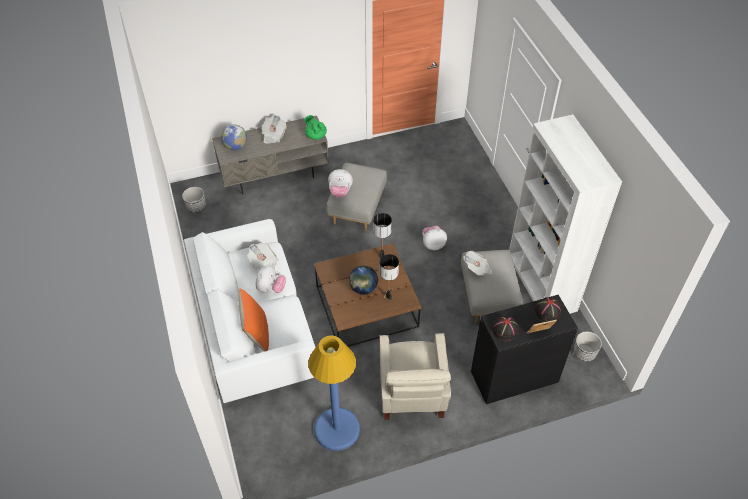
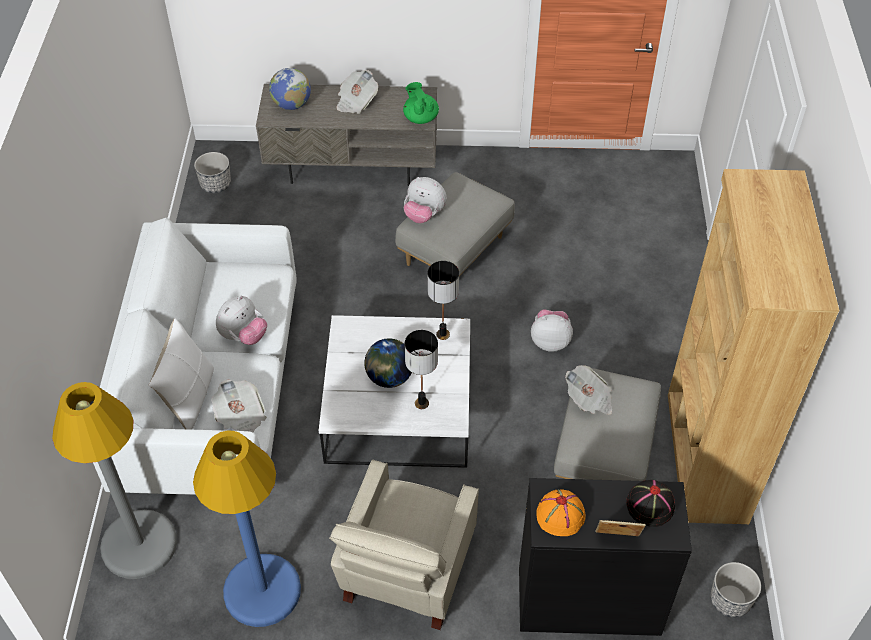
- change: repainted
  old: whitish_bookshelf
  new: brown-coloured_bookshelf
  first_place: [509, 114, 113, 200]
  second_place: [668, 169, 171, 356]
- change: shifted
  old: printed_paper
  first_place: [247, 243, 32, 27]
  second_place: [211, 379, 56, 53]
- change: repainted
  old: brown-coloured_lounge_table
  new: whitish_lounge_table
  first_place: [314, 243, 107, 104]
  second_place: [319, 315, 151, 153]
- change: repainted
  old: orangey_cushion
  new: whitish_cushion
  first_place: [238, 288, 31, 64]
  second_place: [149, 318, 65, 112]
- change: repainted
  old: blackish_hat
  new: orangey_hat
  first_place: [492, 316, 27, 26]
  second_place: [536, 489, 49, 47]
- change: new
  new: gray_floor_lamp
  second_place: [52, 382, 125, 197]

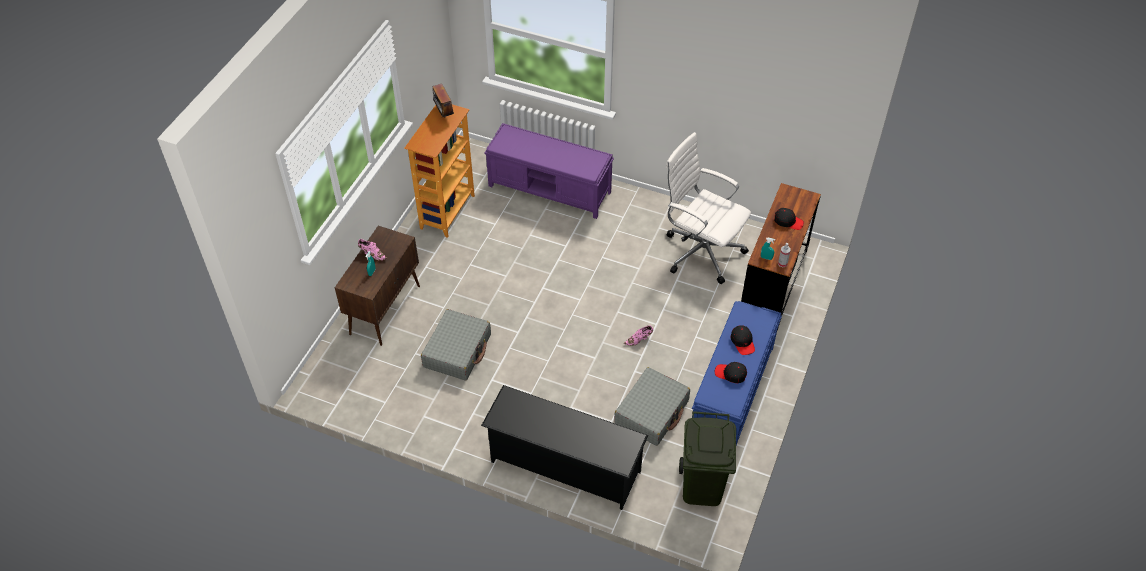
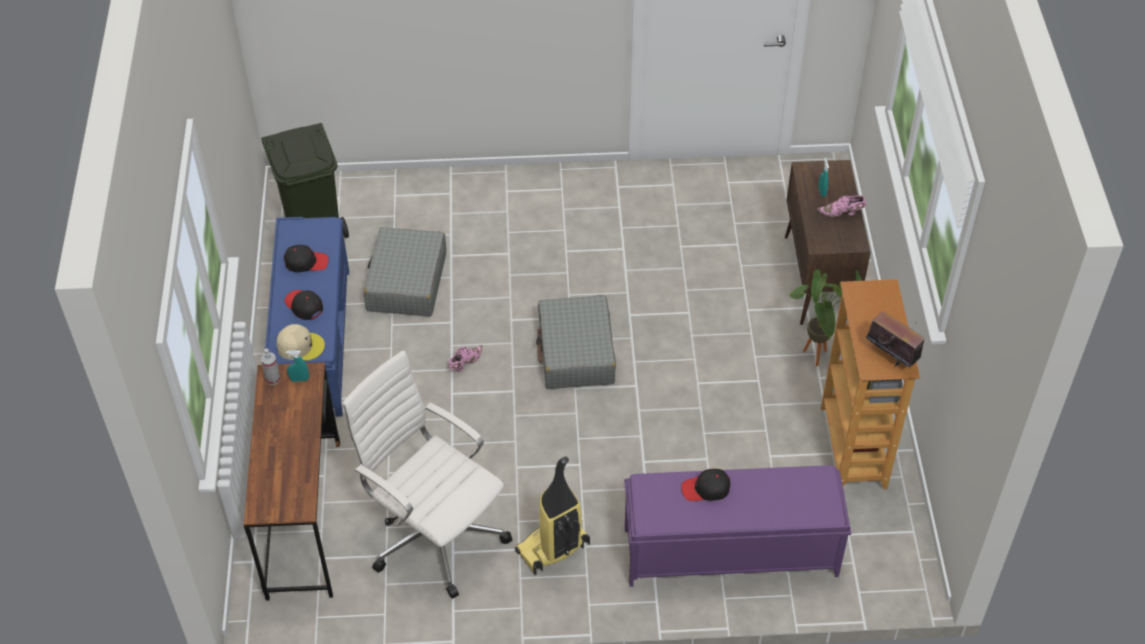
- change: rotated
  old: whitish_office_chair
  first_place: [666, 132, 85, 152]
  second_place: [342, 350, 170, 249]
  degrees: -150
- change: shifted
  old: blackish_baseball_cap
  first_place: [774, 208, 30, 22]
  second_place: [681, 469, 50, 32]
- change: shifted
  old: gray_suitcase
  first_place: [421, 309, 70, 72]
  second_place: [536, 295, 80, 94]
- change: gone
  old: blackish_shoe_stand
  first_place: [481, 385, 167, 125]
- change: new
  new: houseplant
  second_place: [789, 269, 73, 97]
- change: new
  new: beige_baseball_cap
  second_place: [277, 324, 48, 37]
- change: new
  new: vacuum_cleaner
  second_place: [515, 457, 75, 118]

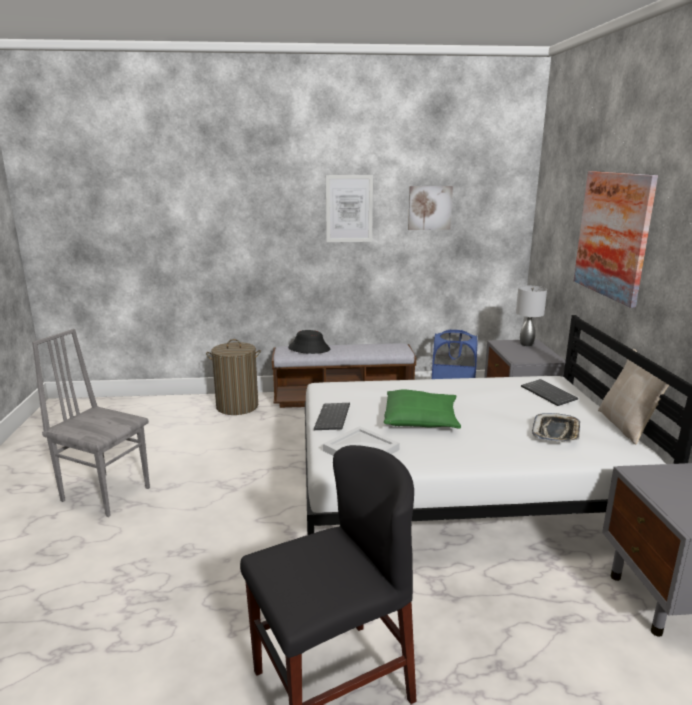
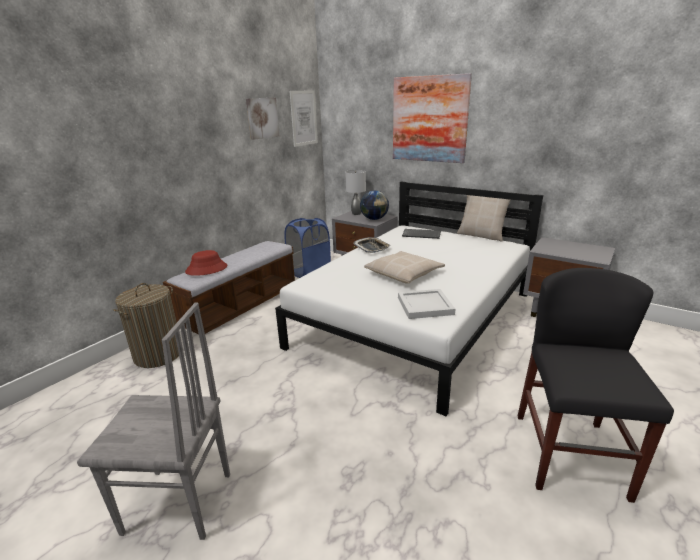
- change: shifted
  old: wall_picture
  first_place: [326, 175, 47, 67]
  second_place: [290, 90, 28, 57]
- change: rotated
  old: gray_upright_chair
  first_place: [32, 329, 118, 188]
  second_place: [77, 302, 153, 238]
  degrees: -150
- change: repainted
  old: blackish_hat
  new: red-coloured_hat
  first_place: [288, 330, 42, 24]
  second_place: [185, 250, 42, 26]
- change: repainted
  old: greenish_cushion
  new: beige_cushion
  first_place: [384, 390, 77, 38]
  second_place: [364, 251, 81, 32]
- change: gone
  old: keyboard
  first_place: [314, 403, 36, 27]
- change: shifted
  old: serving_tray
  first_place: [532, 413, 48, 29]
  second_place: [354, 237, 37, 16]
- change: new
  new: globe
  second_place: [360, 190, 29, 30]

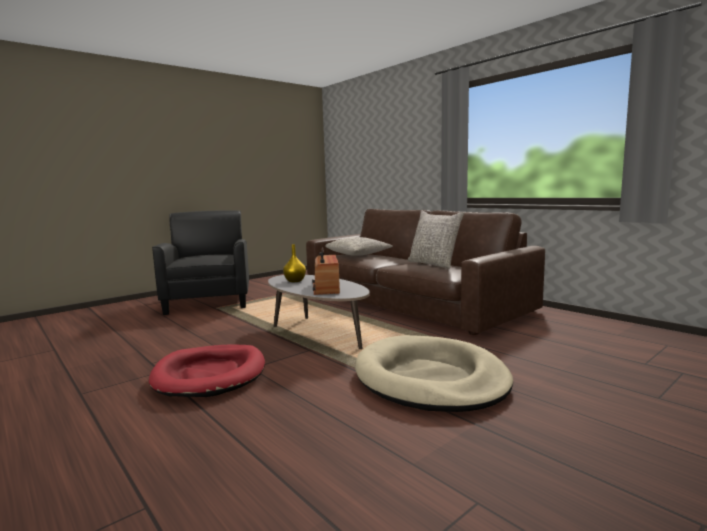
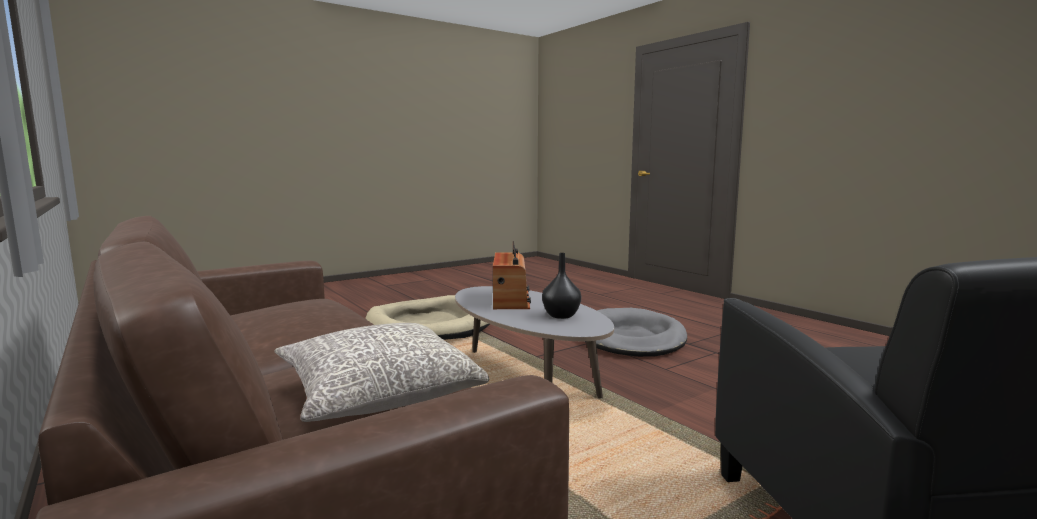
- change: gone
  old: gray_cushion
  first_place: [408, 210, 56, 59]
- change: repainted
  old: yellow-coloured_decorative_vase
  new: blackish_decorative_vase
  first_place: [283, 244, 23, 38]
  second_place: [542, 253, 39, 66]
- change: repainted
  old: red-coloured_dog_bed
  new: gray_dog_bed
  first_place: [149, 344, 116, 53]
  second_place: [585, 308, 102, 49]

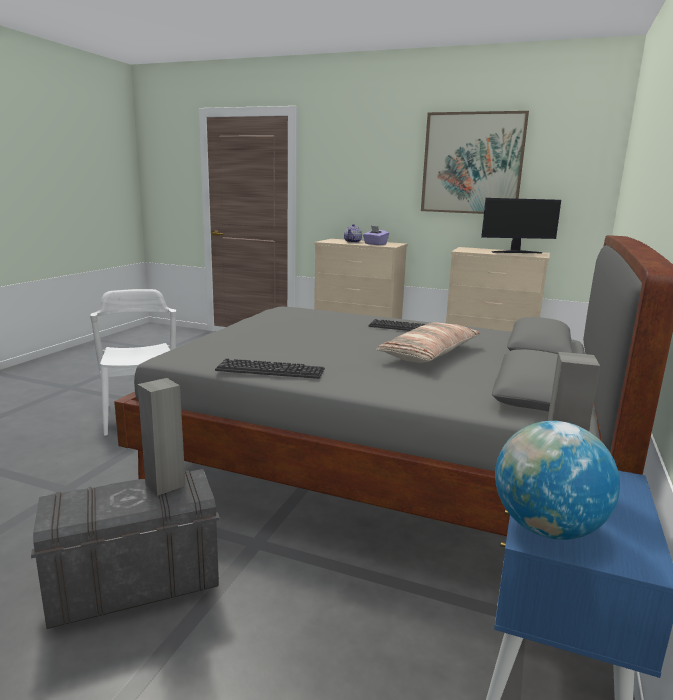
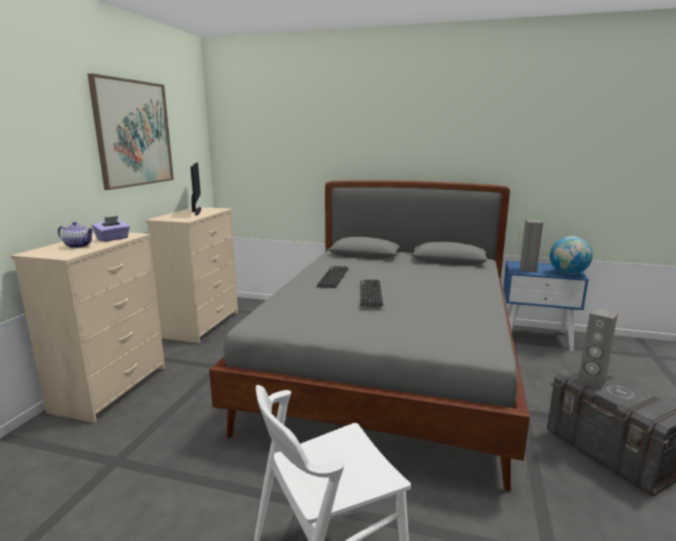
- change: gone
  old: cushion
  first_place: [376, 322, 104, 41]
- change: shifted
  old: keyboard
  first_place: [215, 358, 110, 21]
  second_place: [360, 279, 23, 28]

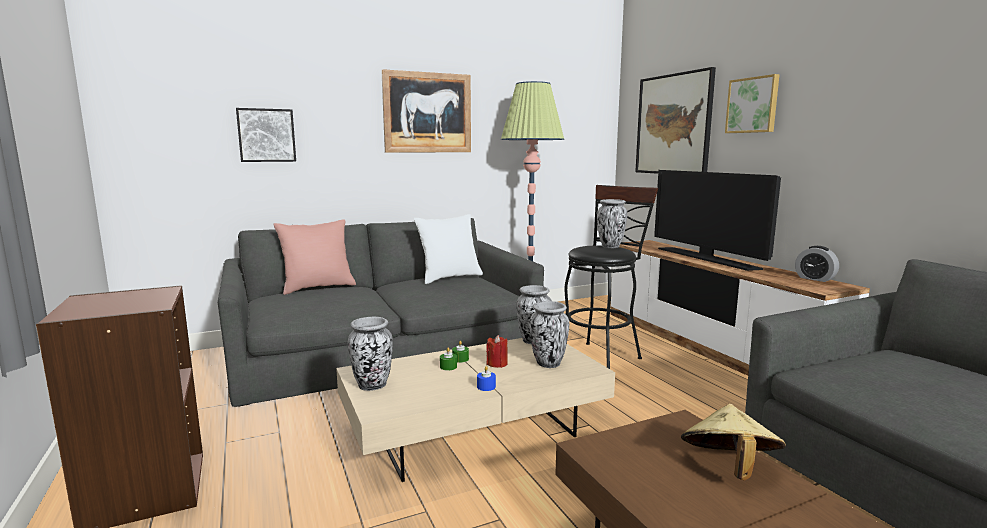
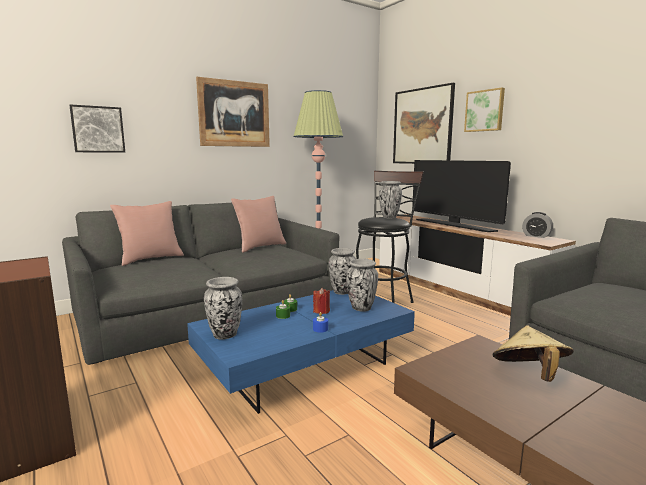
- change: repainted
  old: whitish_cushion
  new: pink_cushion
  first_place: [414, 214, 69, 70]
  second_place: [231, 196, 55, 57]
- change: repainted
  old: beige_lounge_table
  new: bluish_lounge_table
  first_place: [336, 338, 279, 144]
  second_place: [187, 290, 228, 124]

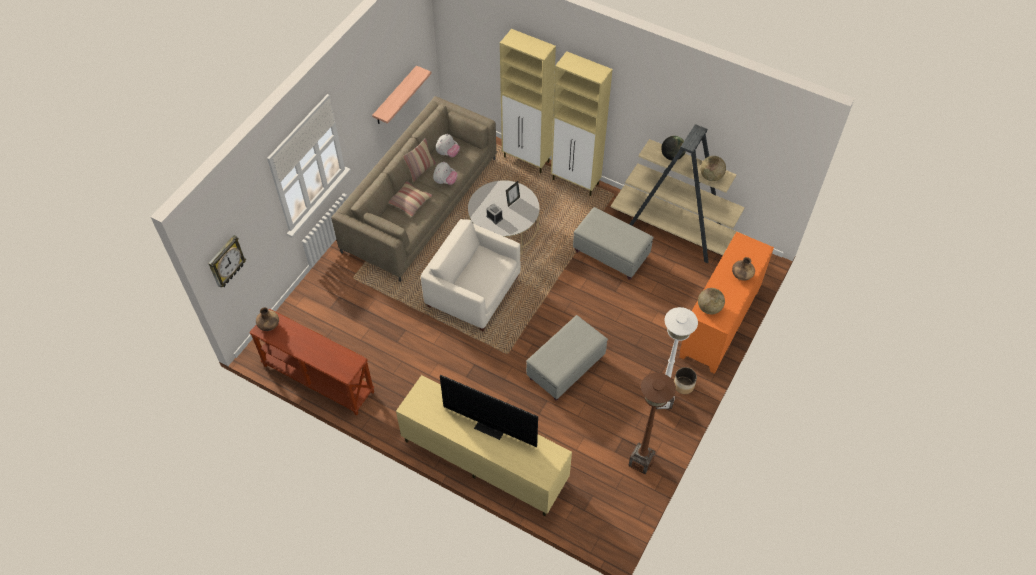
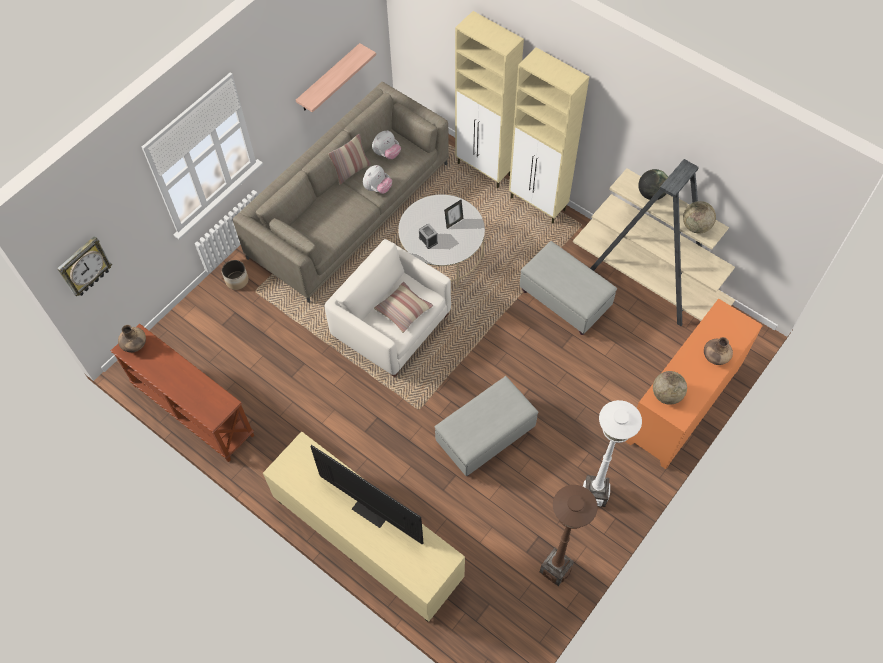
- change: shifted
  old: cushion
  first_place: [388, 181, 44, 36]
  second_place: [374, 282, 59, 51]
- change: shifted
  old: flower_pot
  first_place: [674, 367, 23, 27]
  second_place: [222, 260, 27, 30]

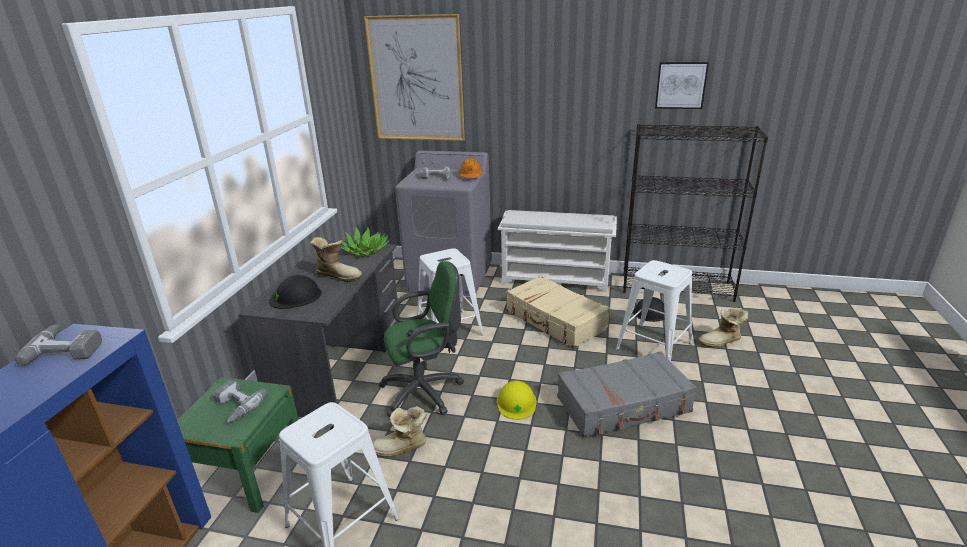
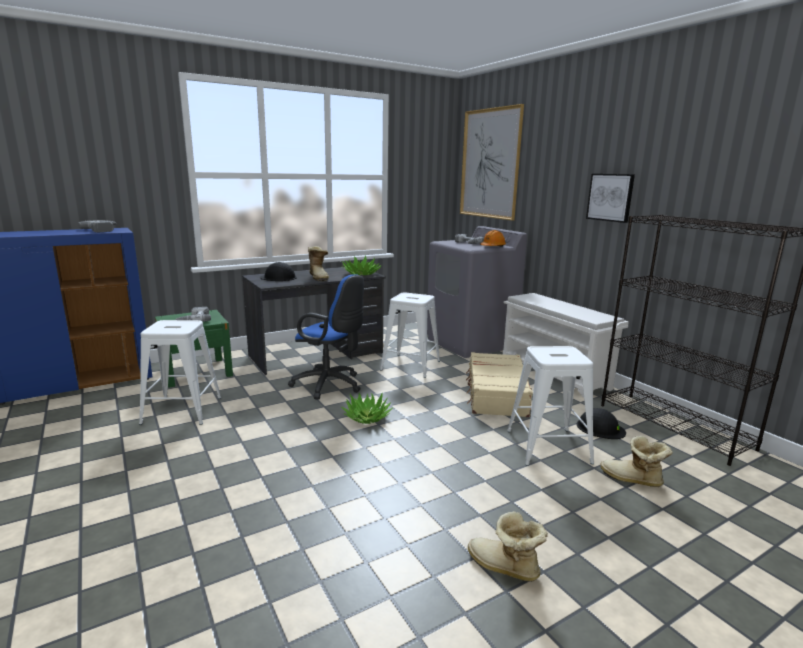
- change: shifted
  old: wall_picture
  first_place: [655, 62, 54, 47]
  second_place: [586, 174, 49, 49]
- change: repainted
  old: greenish_office_chair
  new: bluish_office_chair
  first_place: [379, 261, 85, 156]
  second_place: [288, 274, 76, 126]
- change: gone
  old: gray_suitcase
  first_place: [557, 351, 140, 87]
- change: swapped
  old: yellow-coloured_work_helmet
  new: houseplant
  first_place: [497, 381, 40, 39]
  second_place: [341, 393, 52, 31]
- change: shifted
  old: tall_boot
  first_place: [372, 406, 55, 51]
  second_place: [468, 511, 80, 71]

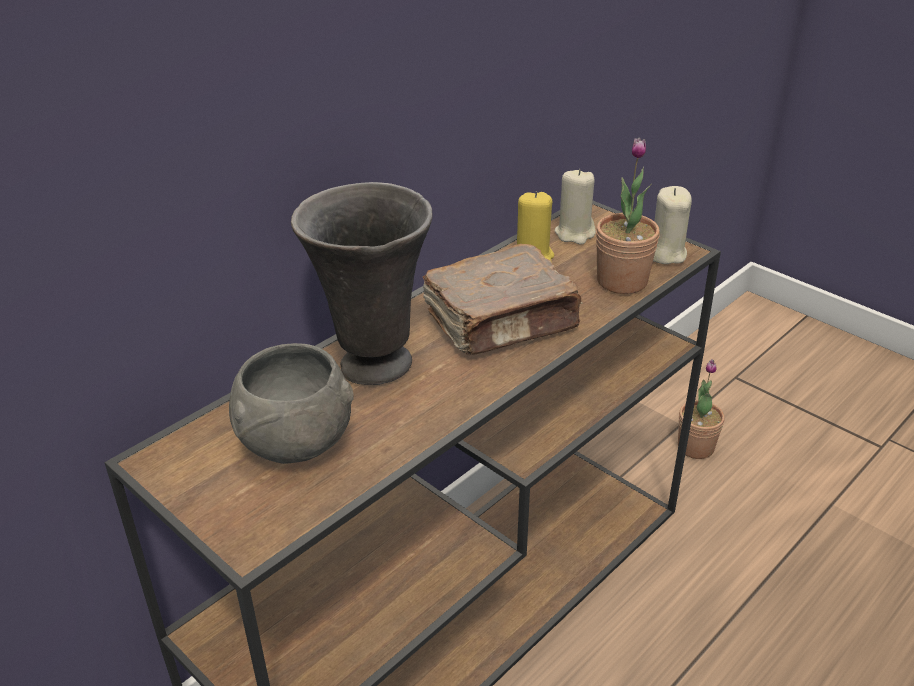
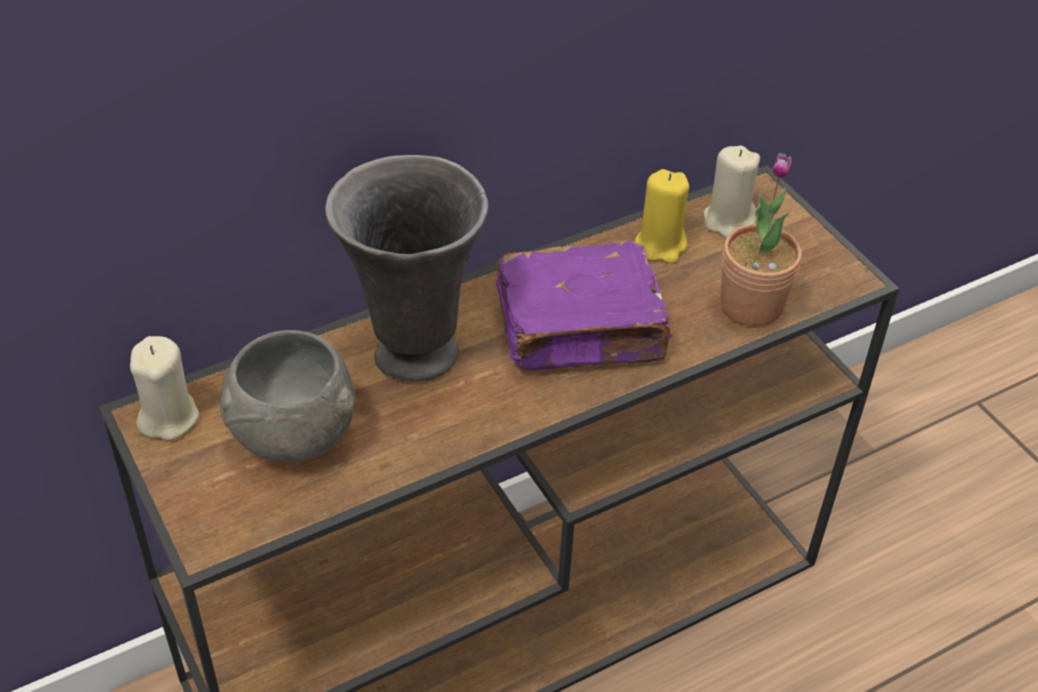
- change: shifted
  old: beige_wax_light
  first_place: [653, 186, 39, 78]
  second_place: [130, 336, 69, 104]
- change: repainted
  old: brown-coloured_bound_book
  new: purple-coloured_bound_book
  first_place: [423, 244, 160, 111]
  second_place: [496, 240, 177, 130]
- change: gone
  old: houseplant
  first_place: [678, 359, 47, 100]

